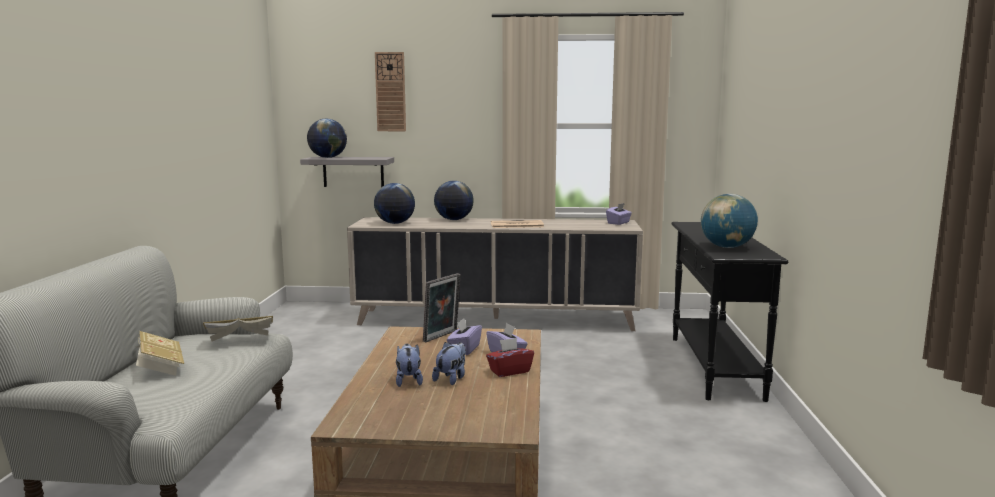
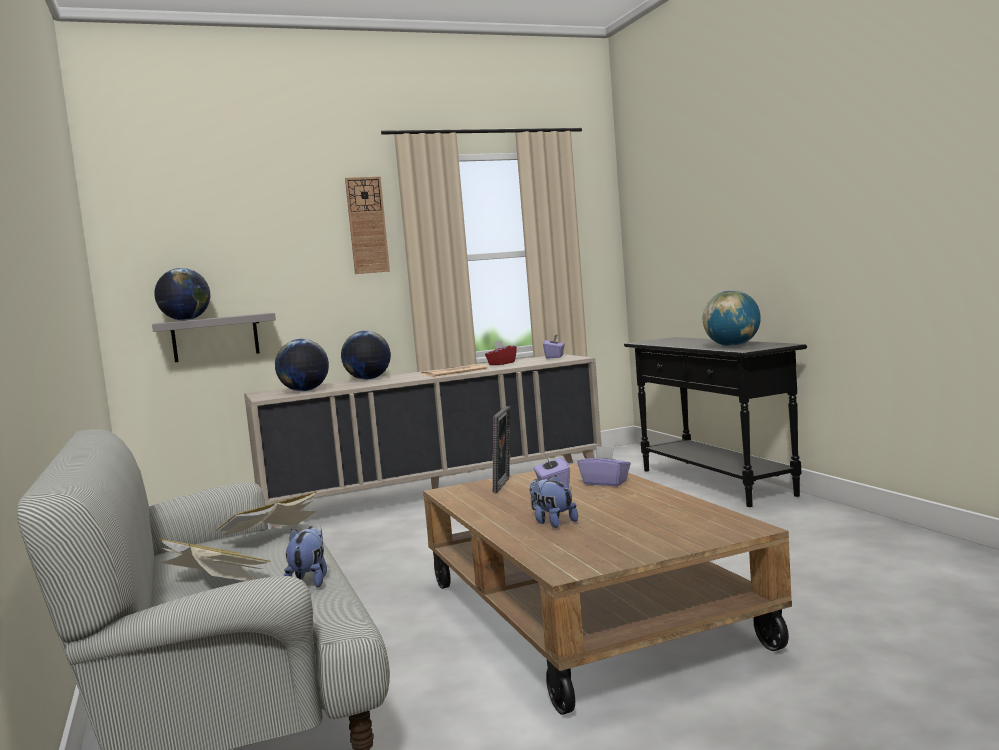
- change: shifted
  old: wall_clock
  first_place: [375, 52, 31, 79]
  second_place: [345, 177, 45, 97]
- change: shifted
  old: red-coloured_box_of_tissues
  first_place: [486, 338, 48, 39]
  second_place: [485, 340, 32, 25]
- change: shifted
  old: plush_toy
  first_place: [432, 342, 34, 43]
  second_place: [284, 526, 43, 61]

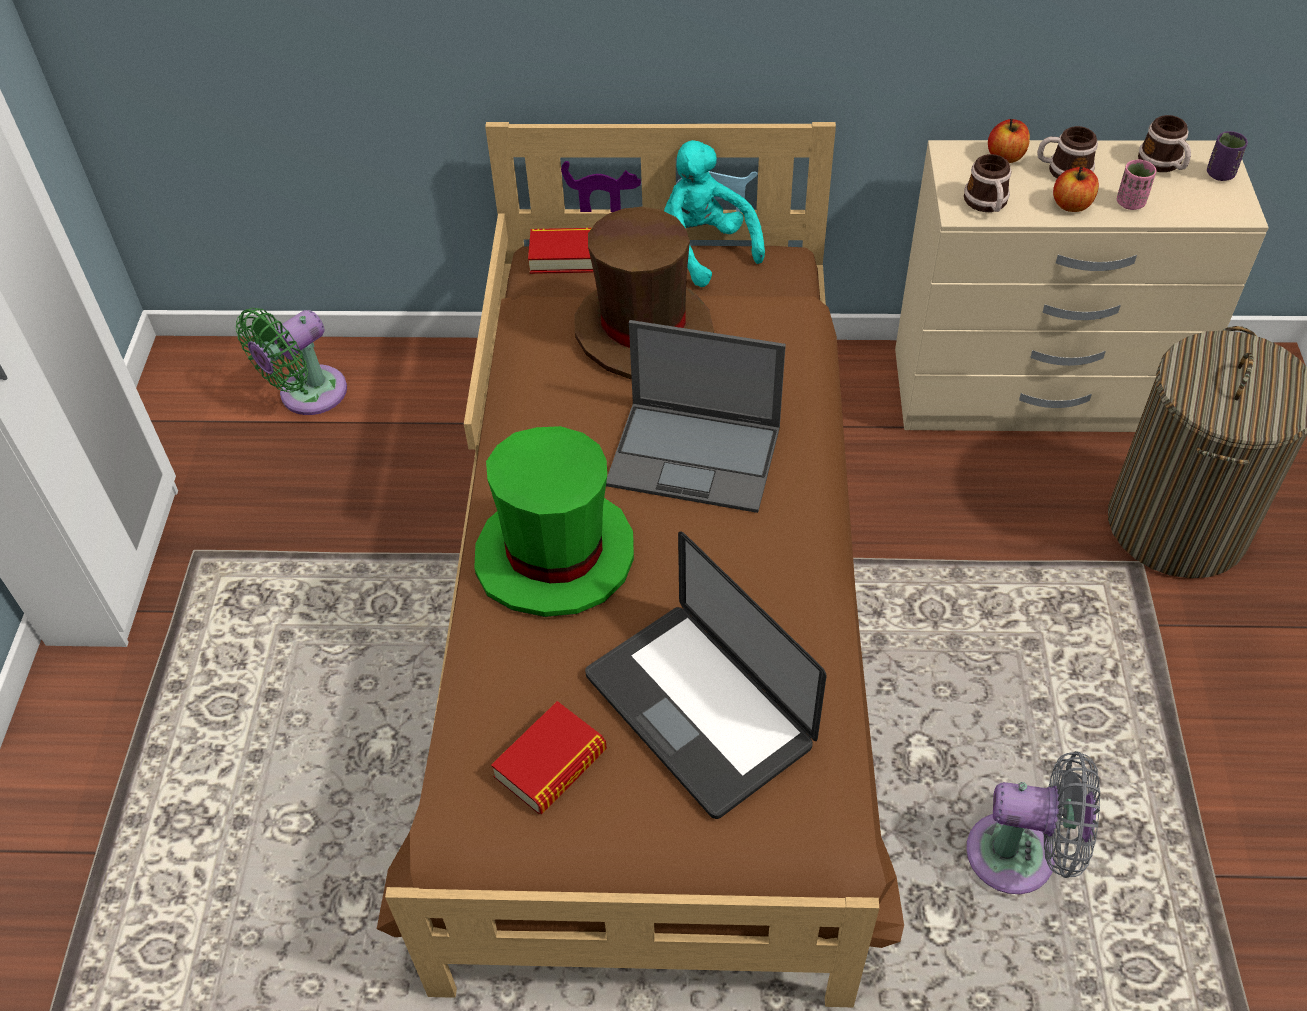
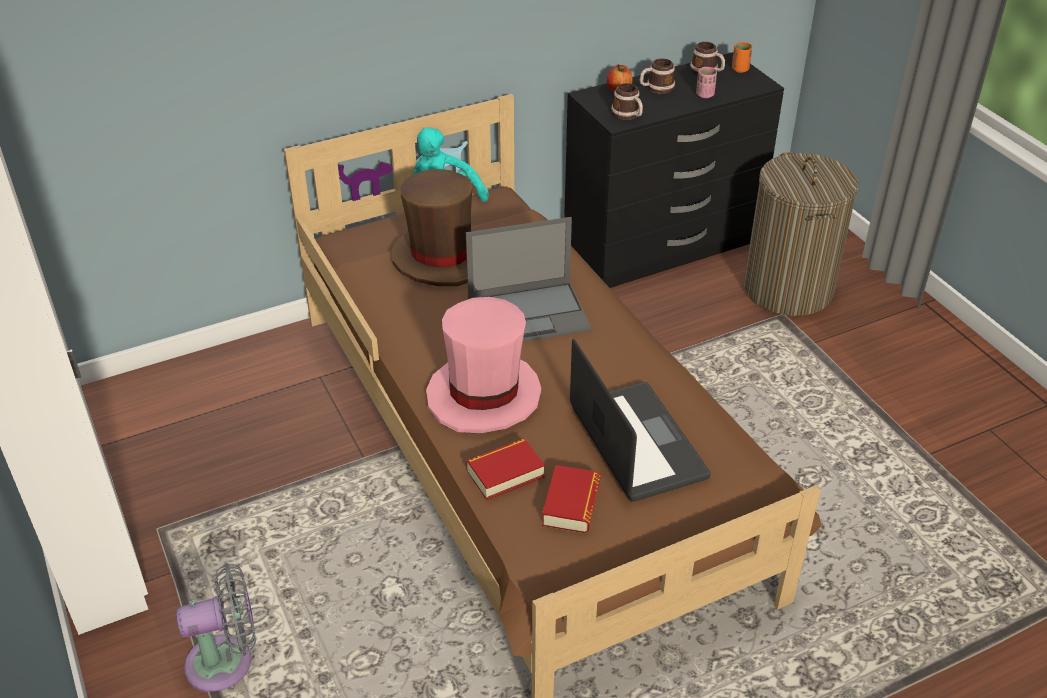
- change: repainted
  old: purple-coloured_cup
  new: orangey_cup
  first_place: [1207, 131, 41, 50]
  second_place: [732, 42, 20, 31]
- change: repainted
  old: beige_dresser
  new: blackish_dresser
  first_place: [895, 140, 374, 292]
  second_place: [564, 52, 220, 236]
- change: gone
  old: whole_apple
  first_place: [1053, 167, 46, 45]
- change: shifted
  old: bound_book
  first_place: [528, 228, 65, 46]
  second_place: [466, 438, 79, 62]
- change: gone
  old: greenish_fan
  first_place: [236, 308, 111, 107]
- change: repainted
  old: greenish_hat
  new: pink_hat
  first_place: [474, 426, 160, 191]
  second_place: [426, 297, 115, 137]
- change: rotated
  old: portable_computer
  first_place: [585, 531, 242, 288]
  second_place: [570, 338, 140, 164]
  degrees: -135
- change: shifted
  old: gray_fan
  first_place: [966, 751, 134, 143]
  second_place: [176, 564, 80, 129]

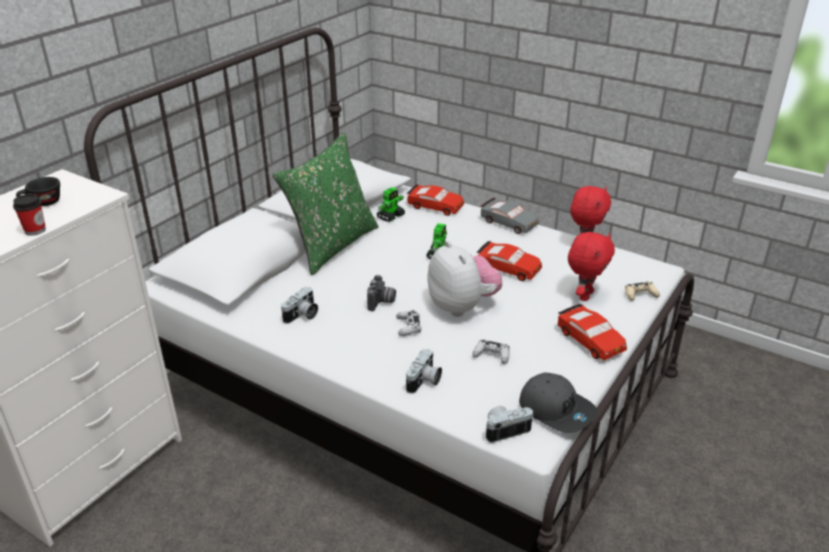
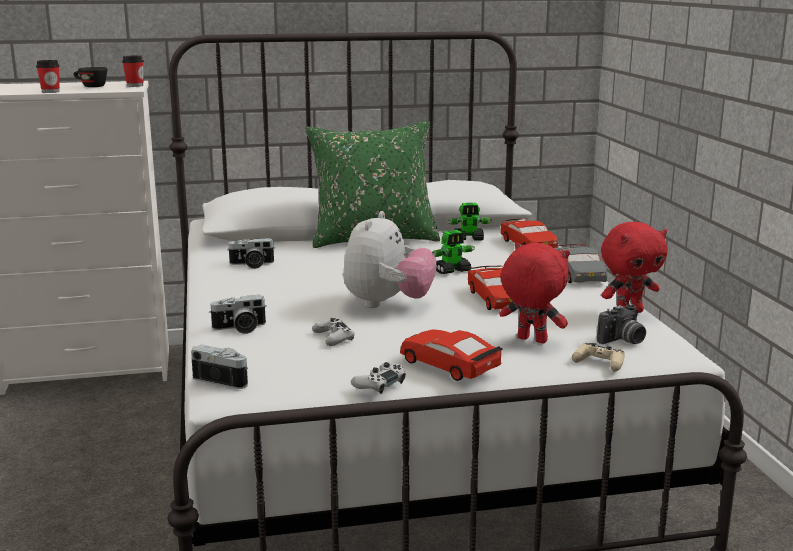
- change: rotated
  old: red-coloured_plush_toy
  first_place: [568, 232, 47, 69]
  second_place: [499, 242, 71, 102]
  degrees: -135
- change: shifted
  old: photo_camera
  first_place: [367, 275, 29, 36]
  second_place: [597, 304, 49, 40]
- change: rotated
  old: red-coloured_toy_car
  first_place: [558, 304, 69, 57]
  second_place: [400, 329, 102, 52]
  degrees: 120
- change: shifted
  old: whitish_gamepad
  first_place: [396, 310, 25, 26]
  second_place: [351, 362, 55, 32]
- change: gone
  old: gray_baseball_cap
  first_place: [519, 373, 78, 60]
- change: new
  new: cup
  second_place: [122, 55, 22, 32]

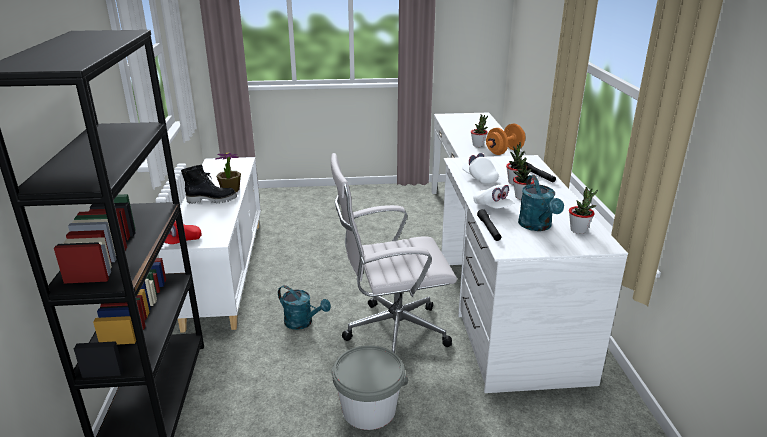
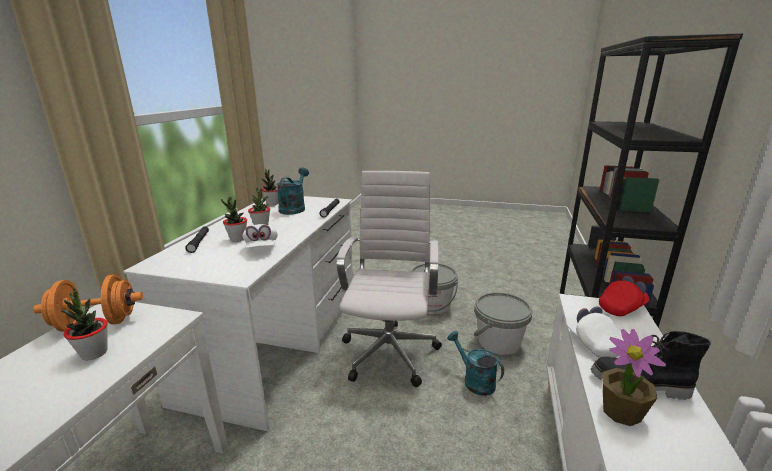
- change: rotated
  old: whitish_office_chair
  first_place: [331, 153, 126, 200]
  second_place: [337, 171, 105, 216]
  degrees: -90
- change: shifted
  old: whitish_baseball_cap
  first_place: [474, 185, 41, 24]
  second_place: [566, 306, 55, 52]
- change: new
  new: gray_water_bucket
  second_place: [474, 293, 58, 62]

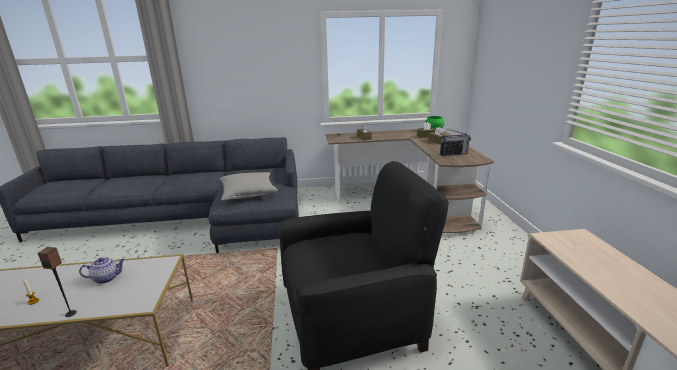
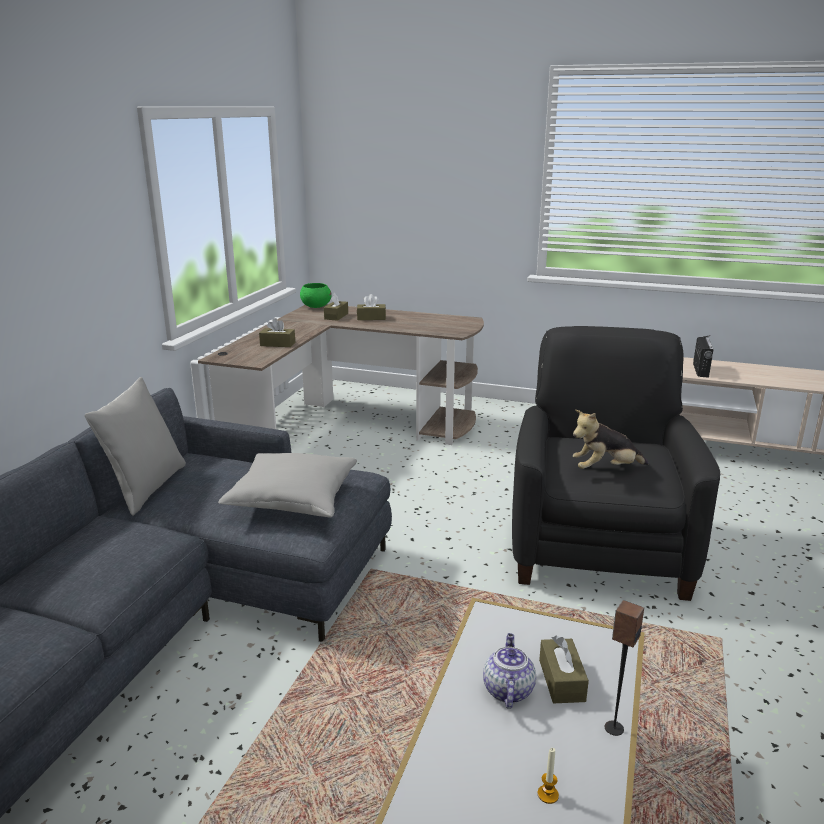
- change: shifted
  old: radio_receiver
  first_place: [440, 129, 31, 27]
  second_place: [693, 335, 21, 43]
- change: new
  new: gray_cushion
  second_place: [84, 377, 102, 139]
- change: new
  new: plush_toy
  second_place: [573, 410, 76, 59]
- change: new
  new: brown-coloured_box_of_tissues
  second_place: [539, 636, 50, 68]

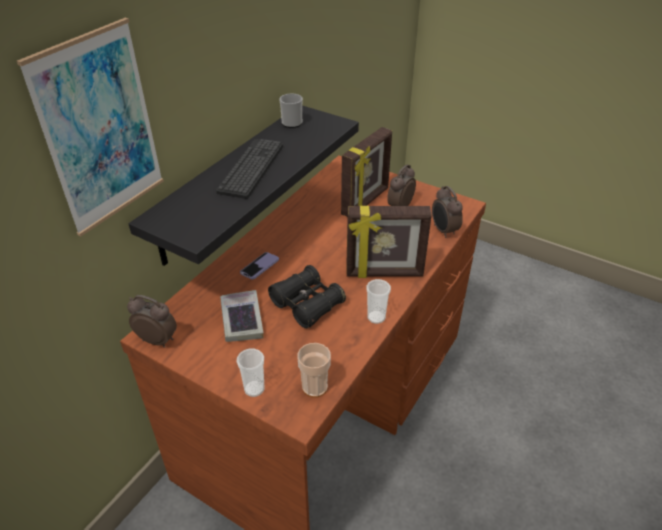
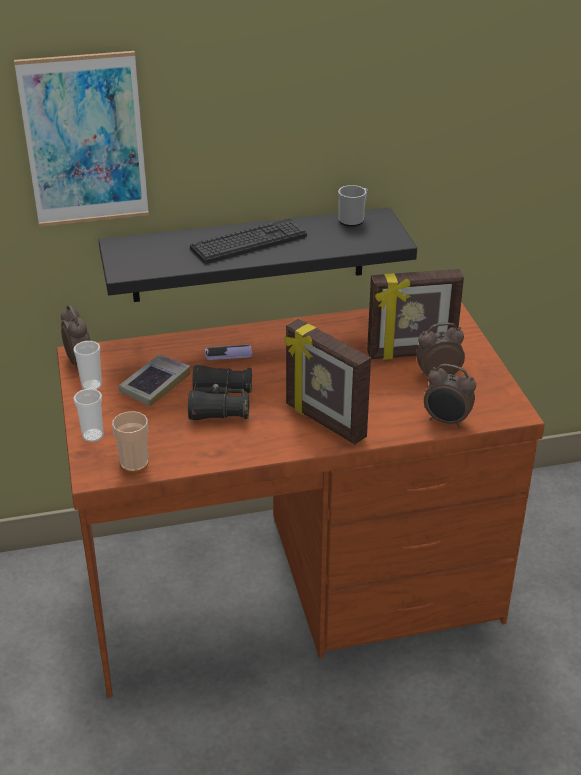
- change: rotated
  old: table_clock
  first_place: [432, 186, 31, 52]
  second_place: [424, 364, 52, 64]
  degrees: -90
- change: shifted
  old: cup
  first_place: [366, 279, 25, 45]
  second_place: [73, 341, 29, 49]

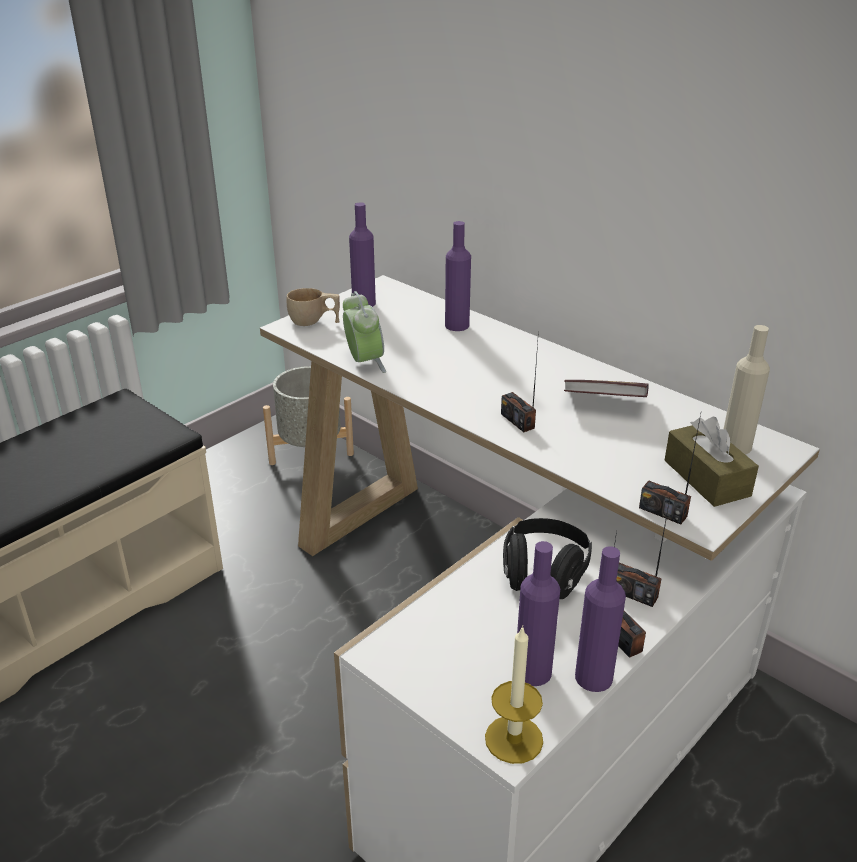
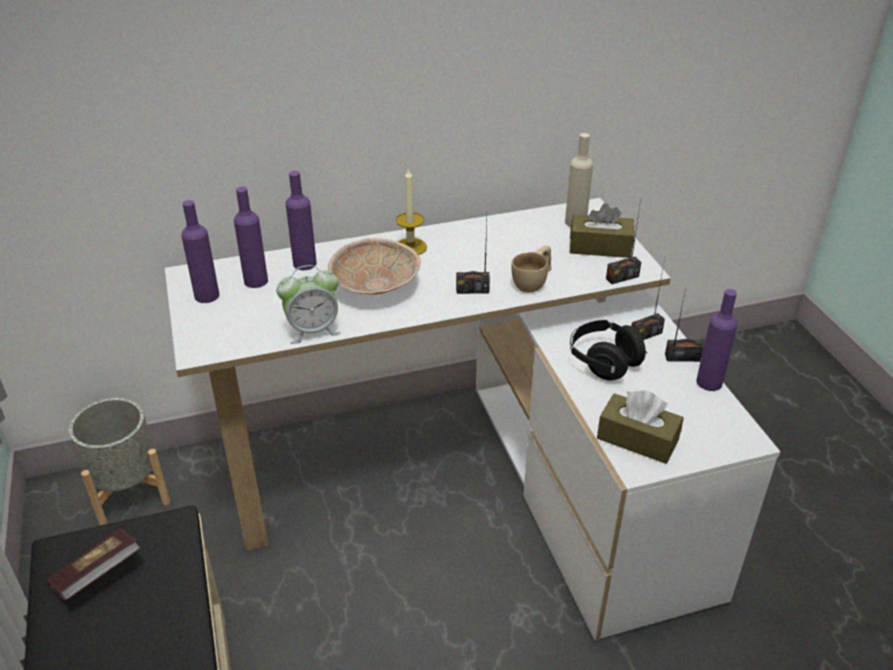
- change: shifted
  old: beige_cup
  first_place: [286, 288, 54, 38]
  second_place: [511, 246, 40, 47]
- change: rotated
  old: table_clock
  first_place: [343, 291, 43, 82]
  second_place: [276, 265, 65, 79]
  degrees: 150
- change: shifted
  old: bound_book
  first_place: [564, 380, 85, 17]
  second_place: [46, 529, 96, 72]
- change: shifted
  old: purple-coloured_beverage_bottle
  first_place: [517, 541, 43, 145]
  second_place: [234, 187, 34, 101]
- change: shifted
  old: wax_light
  first_place: [485, 625, 58, 139]
  second_place: [396, 168, 31, 87]
- change: new
  new: beige_serving_bowl
  second_place: [328, 238, 92, 56]
- change: new
  new: brown-coloured_box_of_tissues
  second_place: [597, 390, 87, 74]

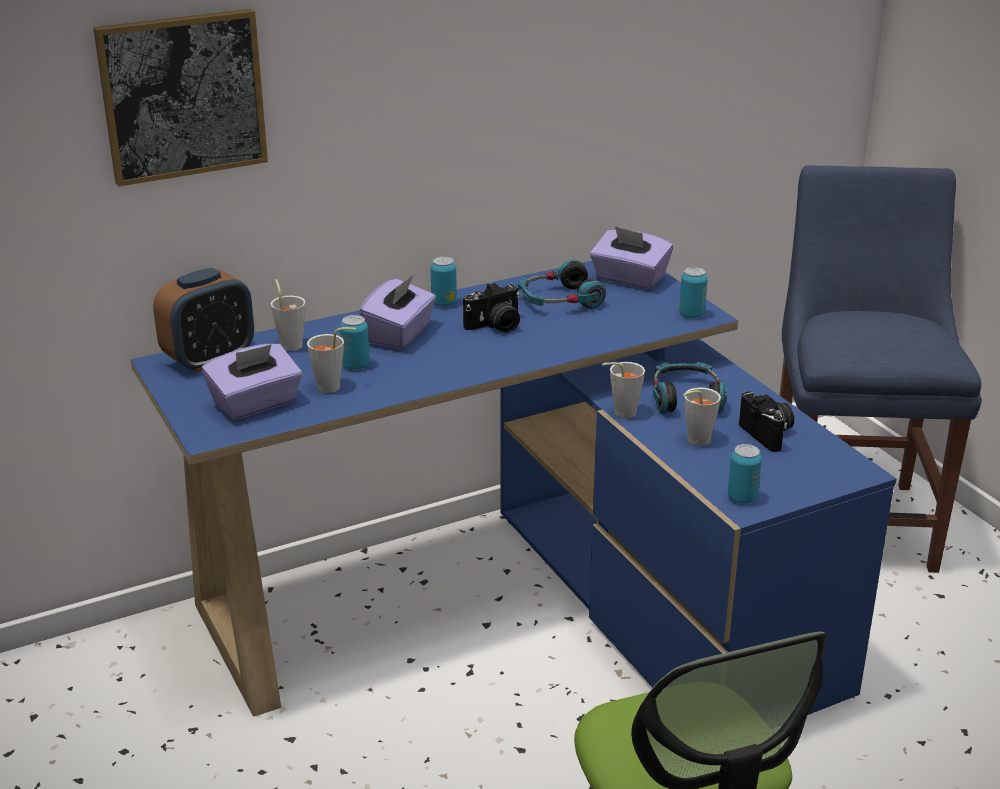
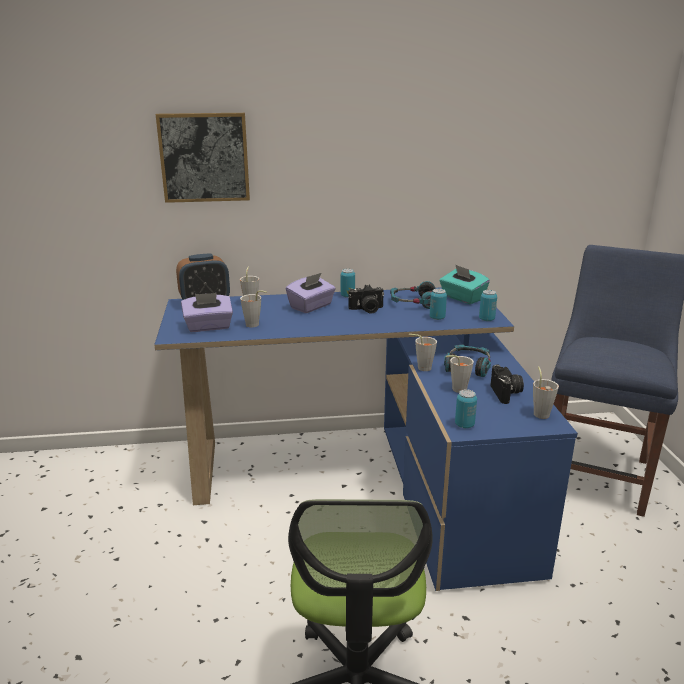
- change: repainted
  old: purple-coloured_box_of_tissues
  new: blue-green_box_of_tissues
  first_place: [590, 226, 83, 64]
  second_place: [440, 264, 50, 40]
- change: shifted
  old: metal_can
  first_place: [340, 315, 30, 55]
  second_place: [430, 289, 17, 31]
- change: new
  new: gray_cup
  second_place: [533, 366, 26, 53]

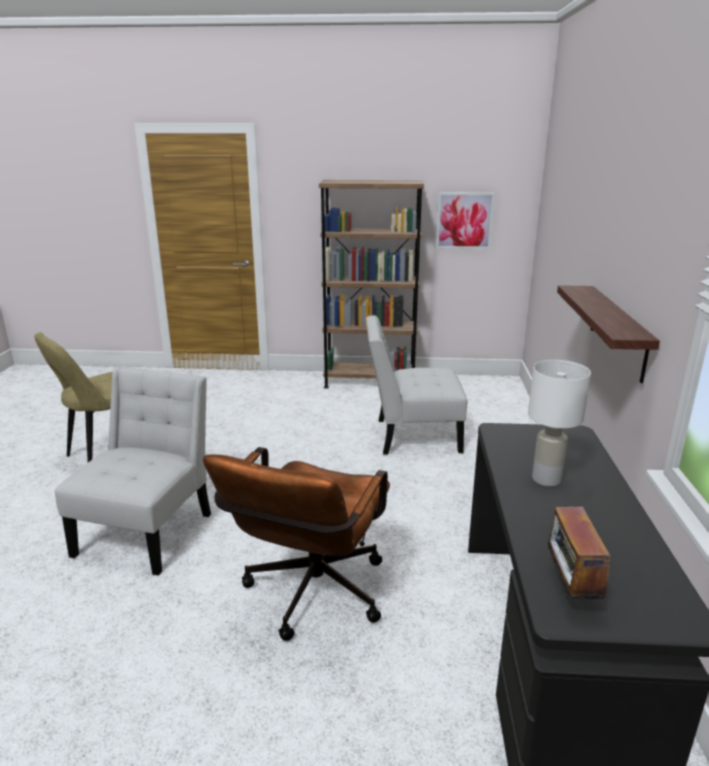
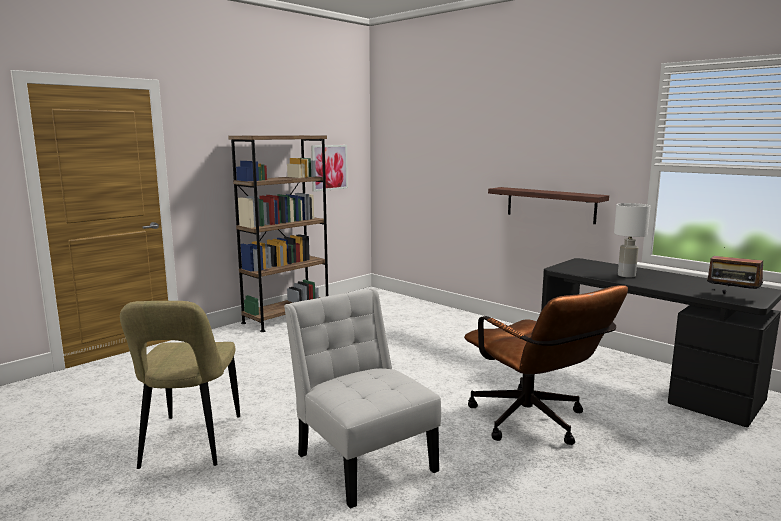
- change: gone
  old: whitish_upright_chair
  first_place: [366, 315, 101, 139]

